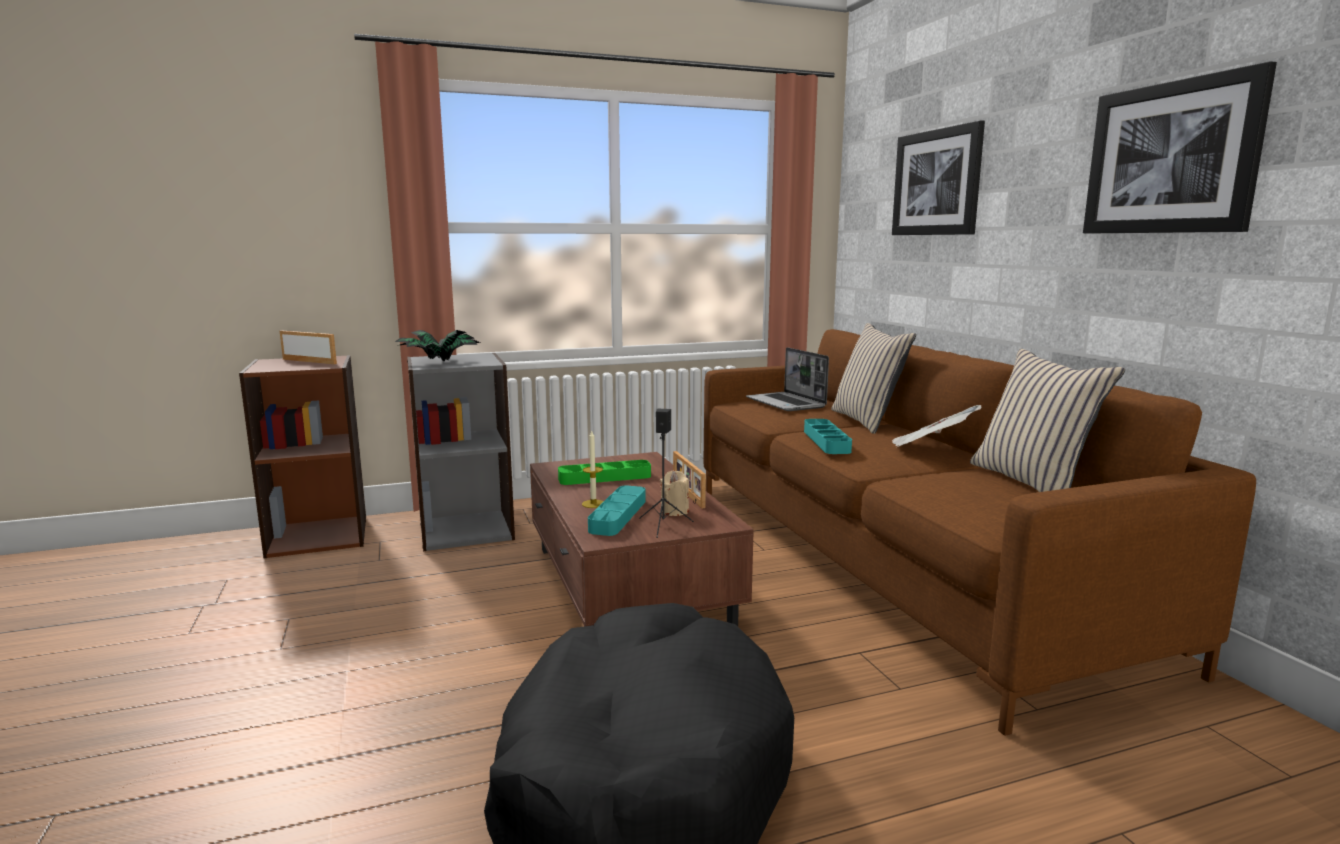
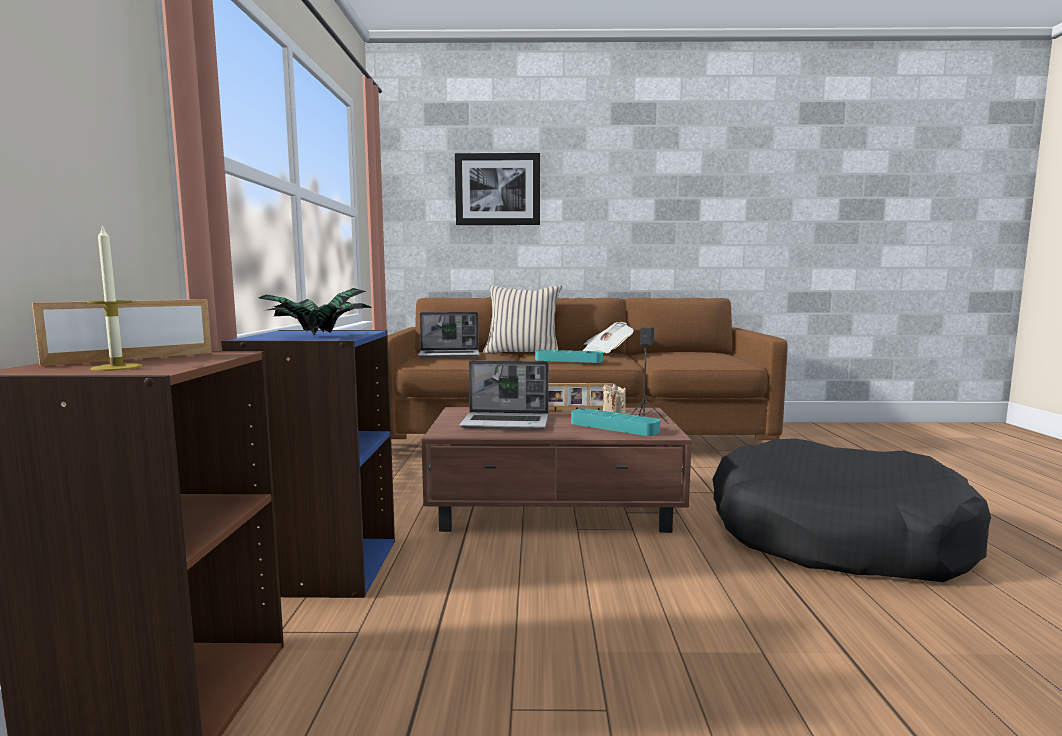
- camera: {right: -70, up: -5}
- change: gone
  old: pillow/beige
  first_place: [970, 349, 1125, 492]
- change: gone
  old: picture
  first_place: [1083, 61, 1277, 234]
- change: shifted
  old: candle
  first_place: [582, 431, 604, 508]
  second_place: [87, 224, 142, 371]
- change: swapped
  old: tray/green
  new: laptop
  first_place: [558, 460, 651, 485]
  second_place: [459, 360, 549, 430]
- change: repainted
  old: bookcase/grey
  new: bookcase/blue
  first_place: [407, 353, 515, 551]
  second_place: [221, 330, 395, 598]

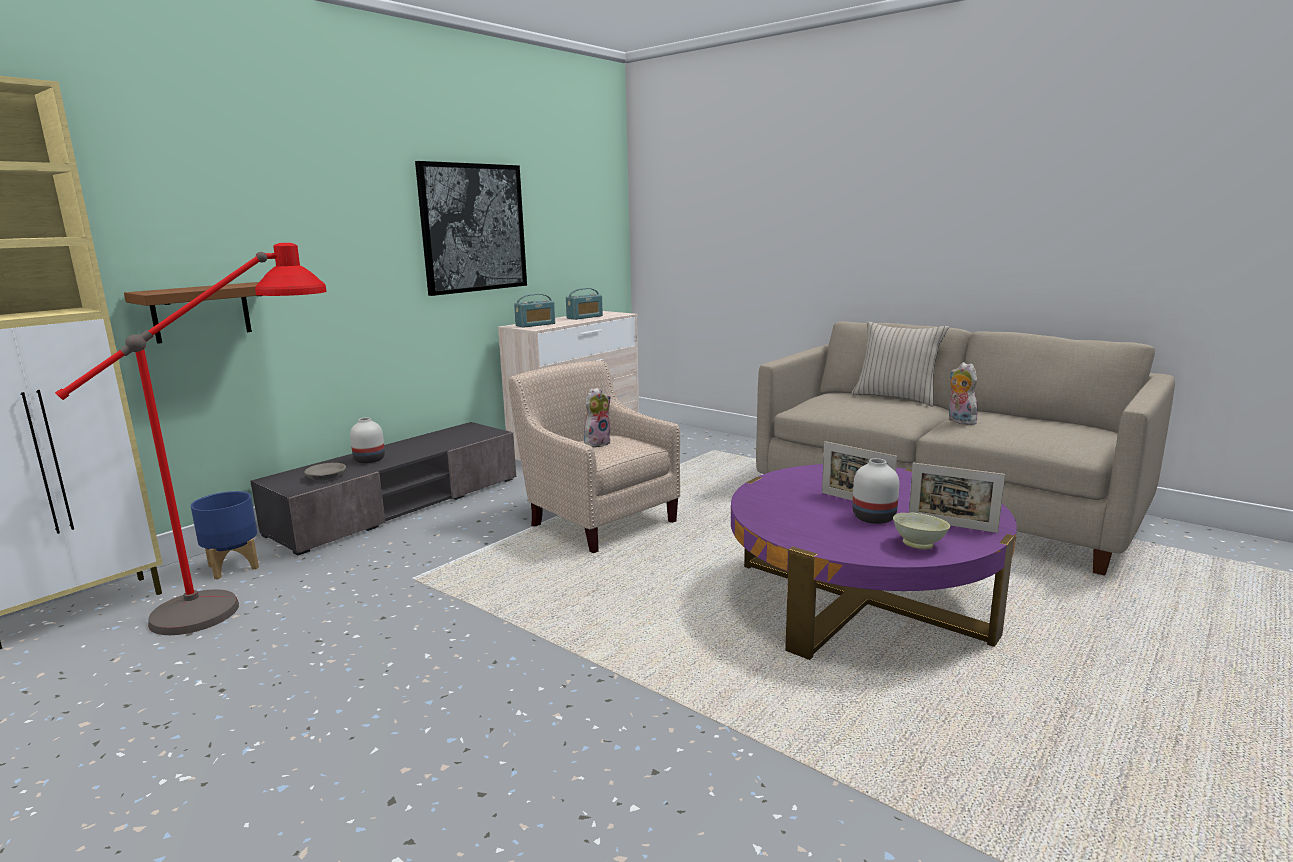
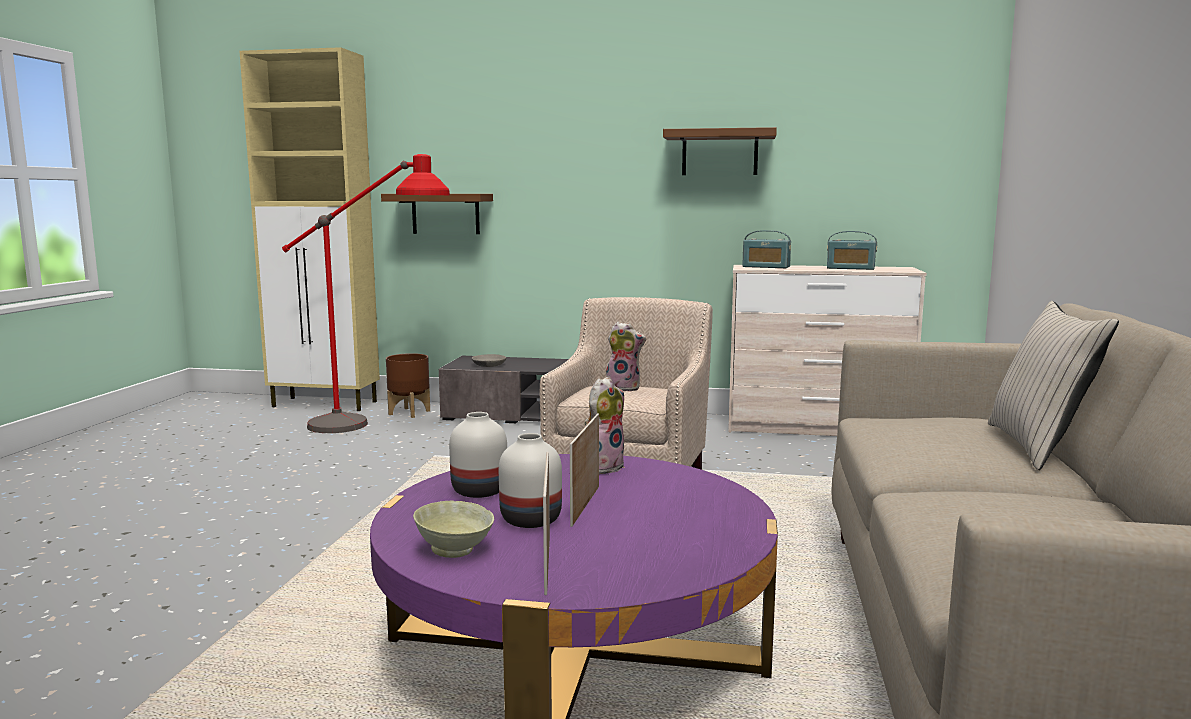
- camera: {right: 60, up: -5}
- change: shifted
  old: vase/white
  first_place: [350, 417, 385, 464]
  second_place: [449, 412, 507, 498]
- change: shifted
  old: plush toy
  first_place: [949, 362, 978, 425]
  second_place: [585, 377, 624, 474]
- change: swapped
  old: picture
  new: shelf/brown
  first_place: [415, 161, 527, 296]
  second_place: [663, 127, 777, 175]
- change: repainted
  old: planter/blue
  new: planter/brown
  first_place: [191, 491, 259, 579]
  second_place: [386, 353, 430, 418]

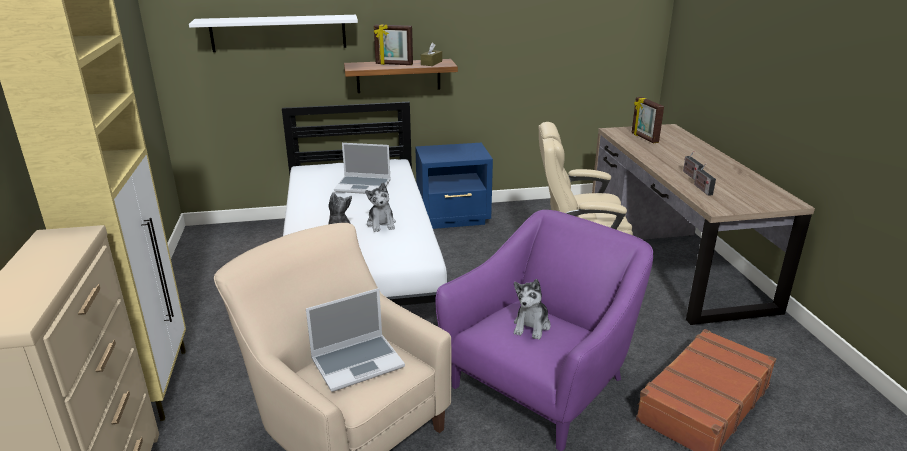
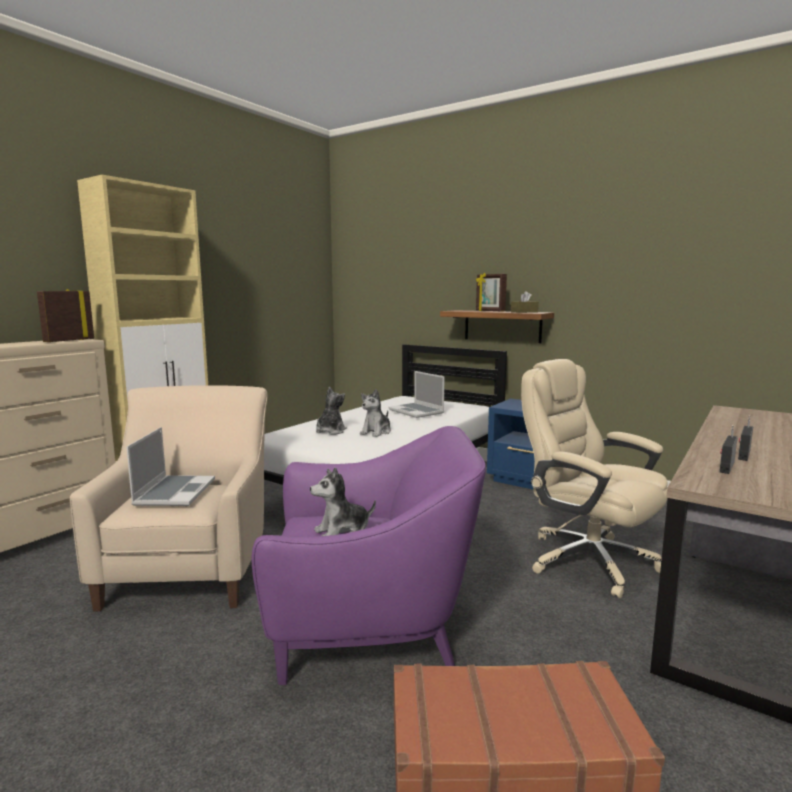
- camera: {right: 45, up: -15}
- change: gone
  old: shelf/white
  first_place: [189, 15, 358, 52]
- change: shifted
  old: picture frame
  first_place: [632, 97, 664, 144]
  second_place: [37, 289, 94, 342]
- change: rotated
  old: laptop
  first_place: [306, 288, 405, 392]
  second_place: [126, 427, 215, 506]
  degrees: -105

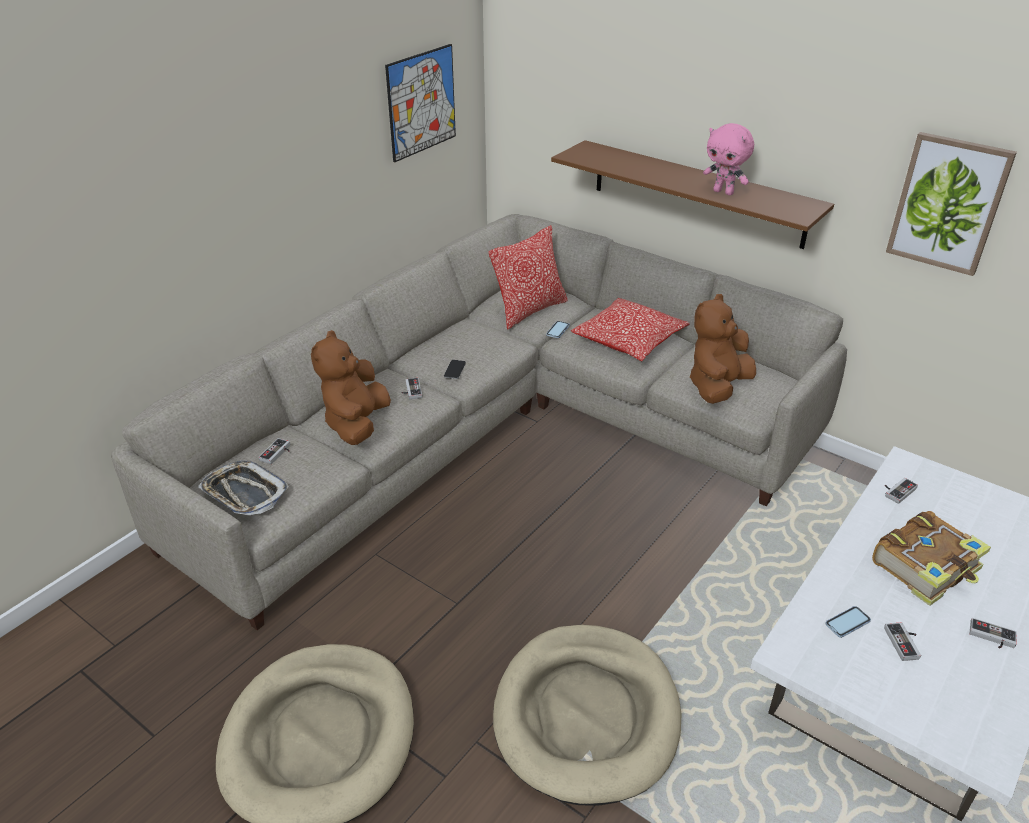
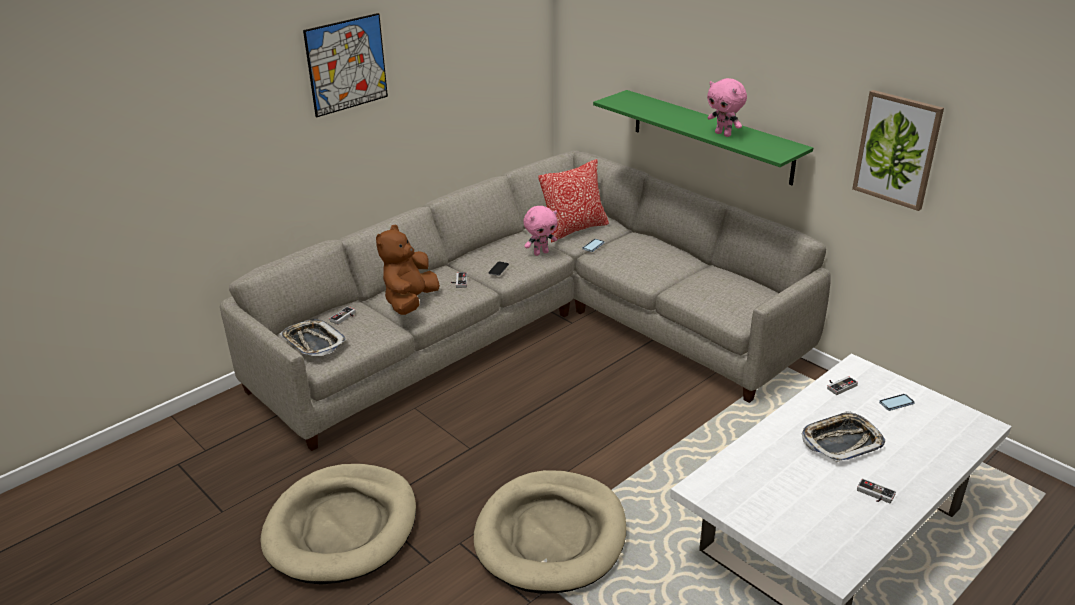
- camera: {right: 10, up: -5}
- change: gone
  old: pillow
  first_place: [571, 298, 689, 361]
- change: gone
  old: plush toy/brown
  first_place: [690, 294, 756, 404]
- change: gone
  old: game controller
  first_place: [884, 622, 921, 661]
- change: new
  new: plush toy/pink
  second_place: [523, 206, 558, 256]
- change: shifted
  old: picture
  first_place: [385, 44, 456, 162]
  second_place: [303, 13, 388, 117]
- change: shifted
  old: phone
  first_place: [825, 606, 871, 638]
  second_place: [879, 394, 915, 411]
- change: swapped
  old: book
  new: tray
  first_place: [872, 511, 991, 606]
  second_place: [802, 411, 885, 462]
- change: repainted
  old: shelf/brown
  new: shelf/green
  first_place: [551, 140, 834, 249]
  second_place: [593, 90, 813, 185]

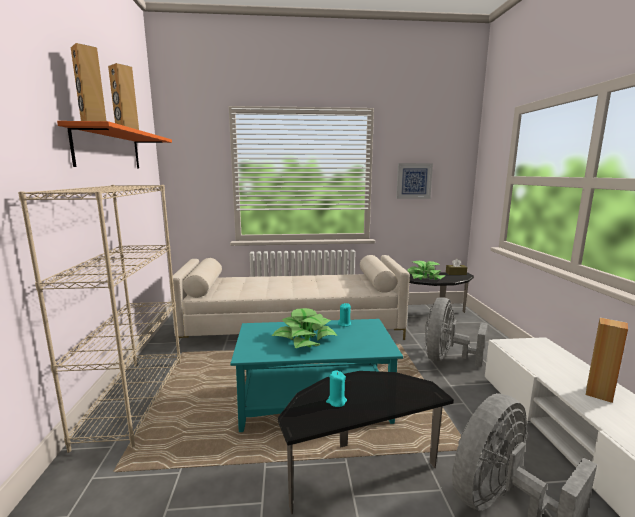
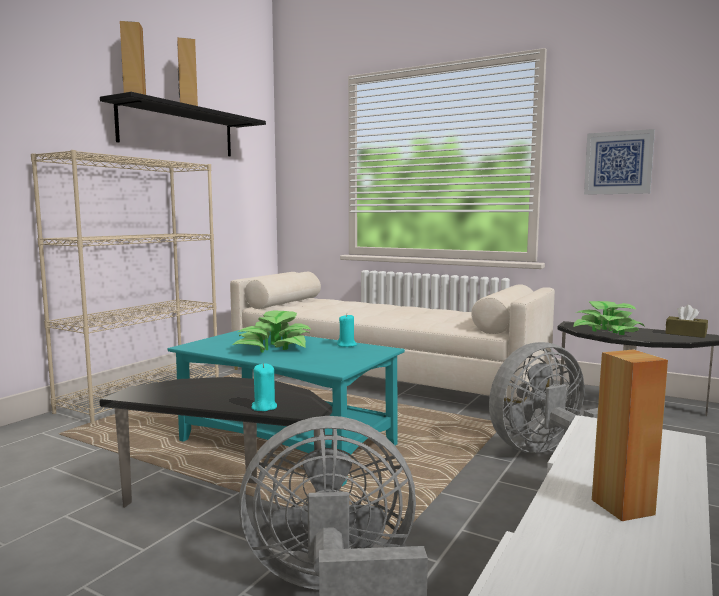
- camera: {right: 35, up: -5}
- change: shifted
  old: candle/turquoise
  first_place: [326, 370, 347, 407]
  second_place: [252, 363, 277, 411]
- change: repainted
  old: shelf/orange
  new: shelf/black
  first_place: [57, 121, 172, 169]
  second_place: [100, 92, 266, 156]

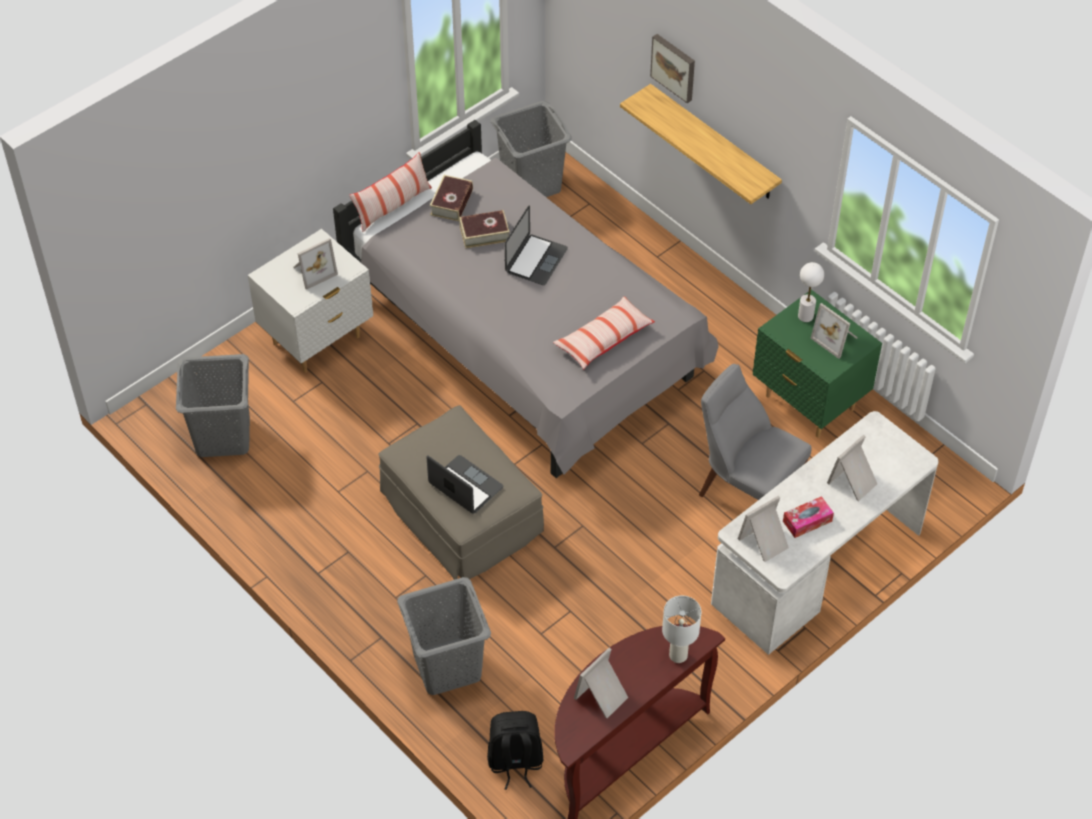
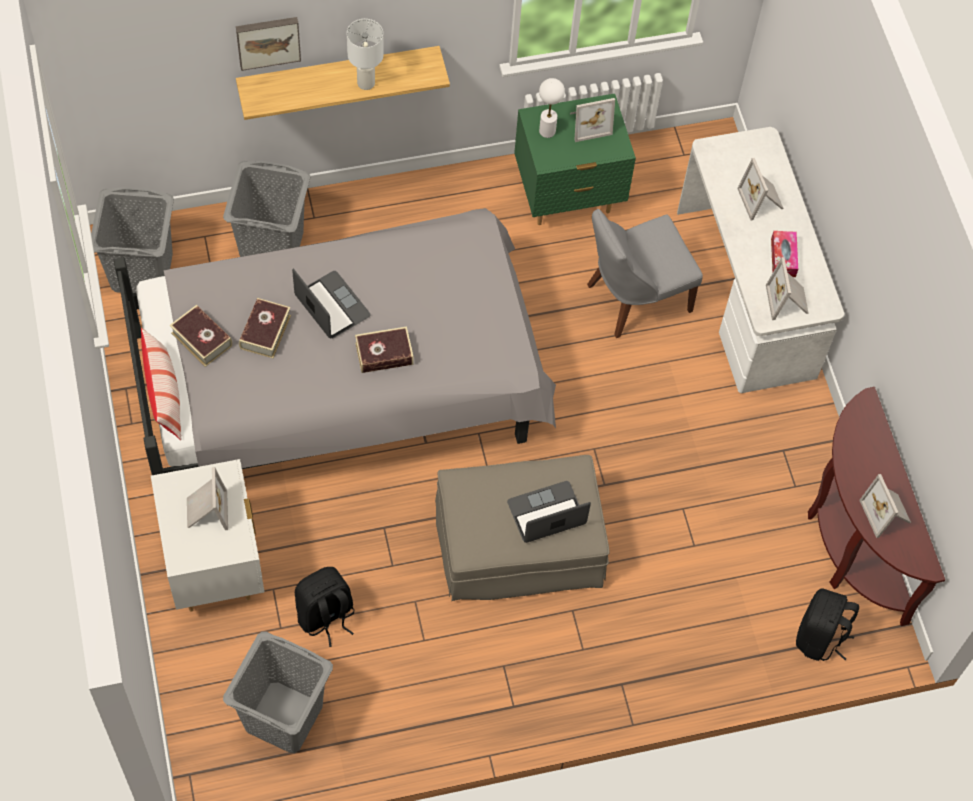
- camera: {right: -65, up: 10}
- change: gone
  old: pillow
  first_place: [553, 296, 655, 369]
- change: new
  new: backpack/black
  second_place: [295, 567, 354, 647]
- change: new
  new: book
  second_place: [355, 326, 414, 373]
- change: shifted
  old: laundry basket/grey
  first_place: [397, 577, 491, 695]
  second_place: [223, 161, 310, 257]
- change: shifted
  old: table lamp/white
  first_place: [662, 596, 701, 663]
  second_place: [347, 19, 384, 90]

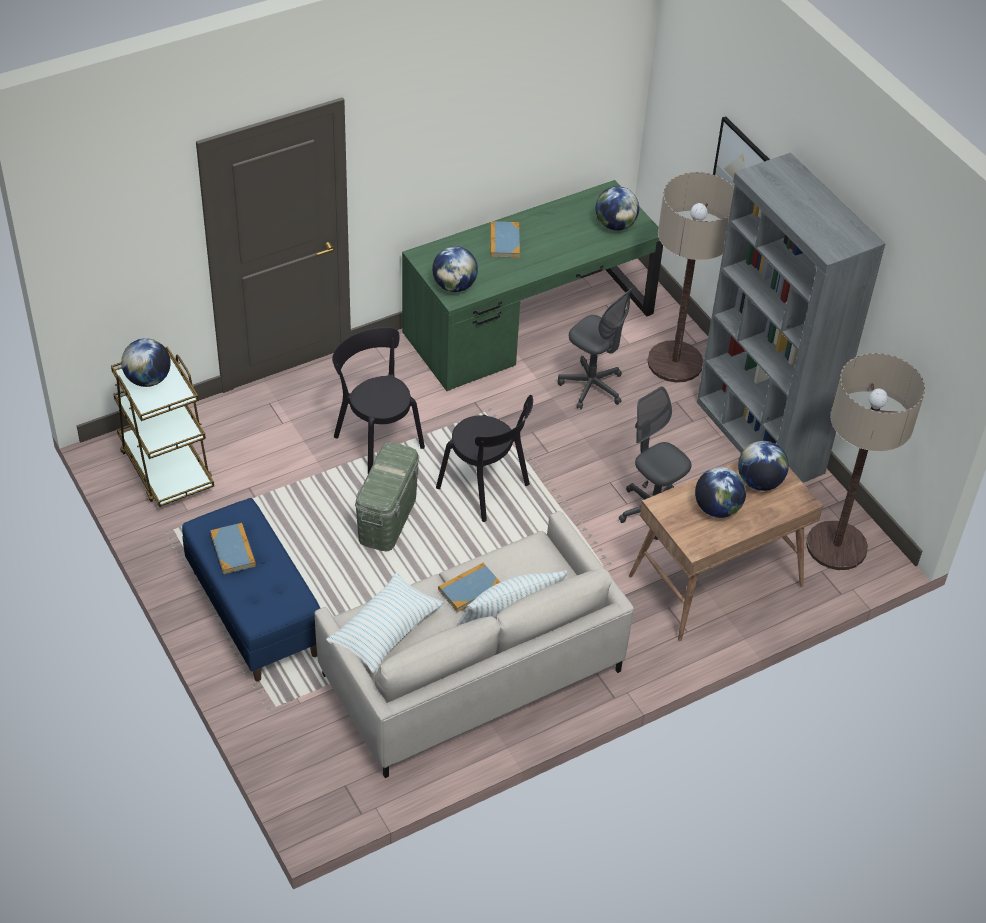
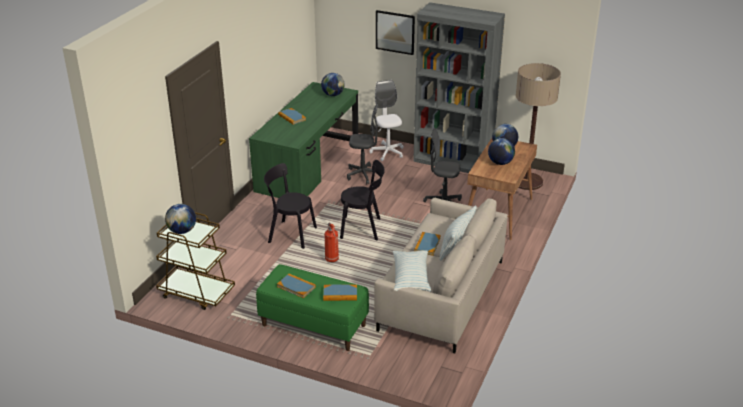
- camera: {right: -35, up: -15}
- change: gone
  old: globe
  first_place: [432, 246, 478, 292]
- change: new
  new: book
  second_place: [323, 284, 357, 301]
- change: swapped
  old: storage box/green
  new: fire extinguisher
  first_place: [355, 442, 419, 551]
  second_place: [325, 223, 339, 262]
- change: swapped
  old: floor lamp
  new: office chair/white
  first_place: [647, 172, 734, 383]
  second_place: [370, 80, 404, 161]
- change: repainted
  old: bench/blue
  new: bench/green
  first_place: [182, 498, 320, 682]
  second_place: [256, 264, 369, 351]

